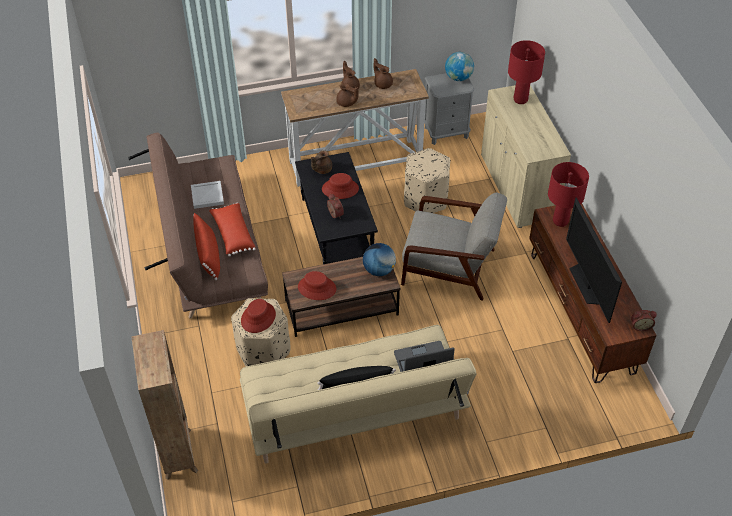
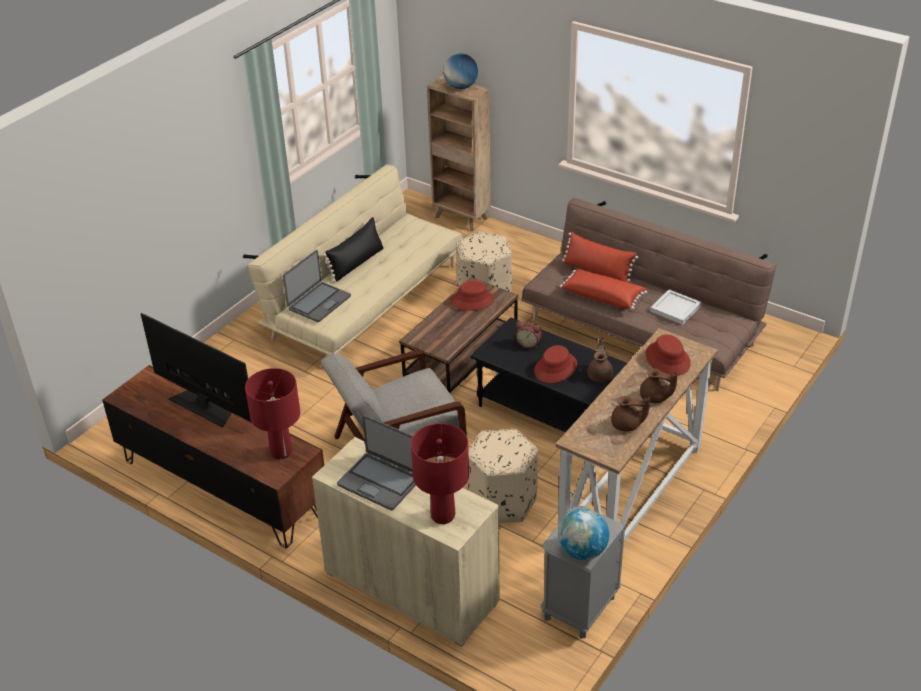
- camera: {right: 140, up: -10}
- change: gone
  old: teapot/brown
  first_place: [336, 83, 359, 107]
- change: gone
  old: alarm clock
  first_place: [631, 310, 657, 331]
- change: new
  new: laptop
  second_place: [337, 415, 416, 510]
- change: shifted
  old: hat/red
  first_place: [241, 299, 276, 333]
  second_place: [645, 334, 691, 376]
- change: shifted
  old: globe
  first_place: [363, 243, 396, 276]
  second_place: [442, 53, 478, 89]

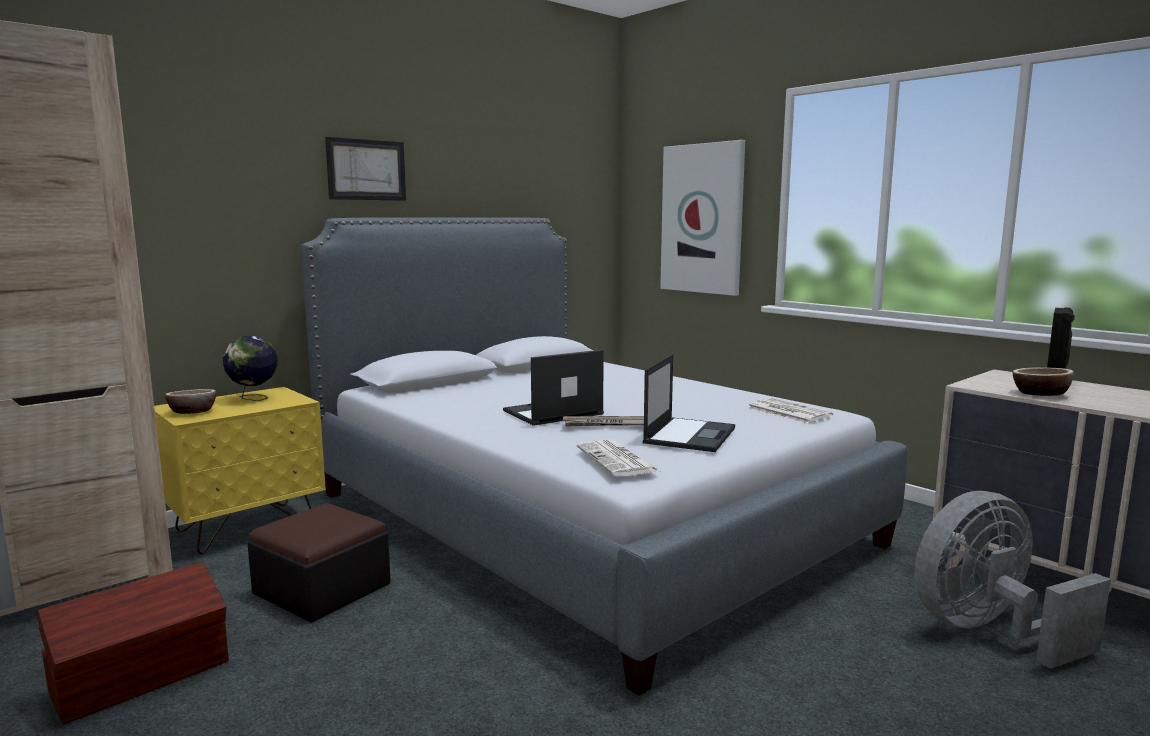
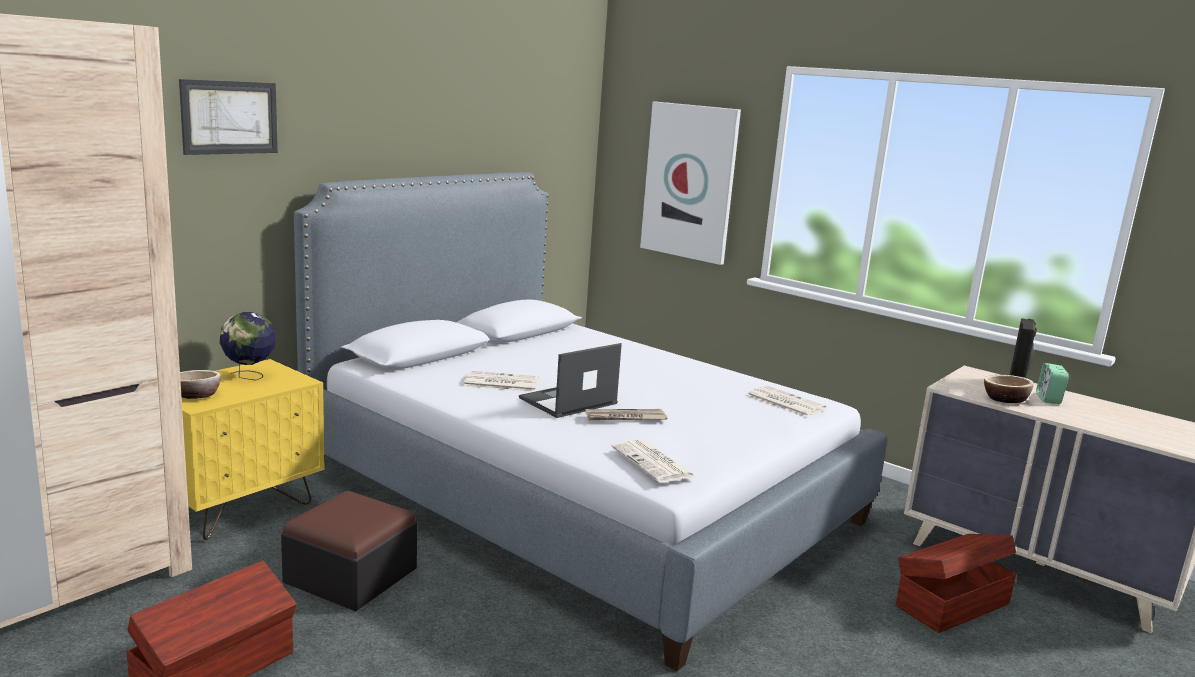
- camera: {right: -10, up: 5}
- change: gone
  old: laptop
  first_place: [643, 354, 735, 452]
- change: new
  new: newspaper
  second_place: [463, 371, 539, 392]
- change: new
  new: alarm clock
  second_place: [1036, 363, 1069, 404]
- change: shifted
  old: picture
  first_place: [325, 137, 406, 201]
  second_place: [179, 79, 278, 155]
- change: swapped
  old: fan/grey
  new: storage box/brown
  first_place: [915, 491, 1111, 669]
  second_place: [896, 534, 1016, 633]

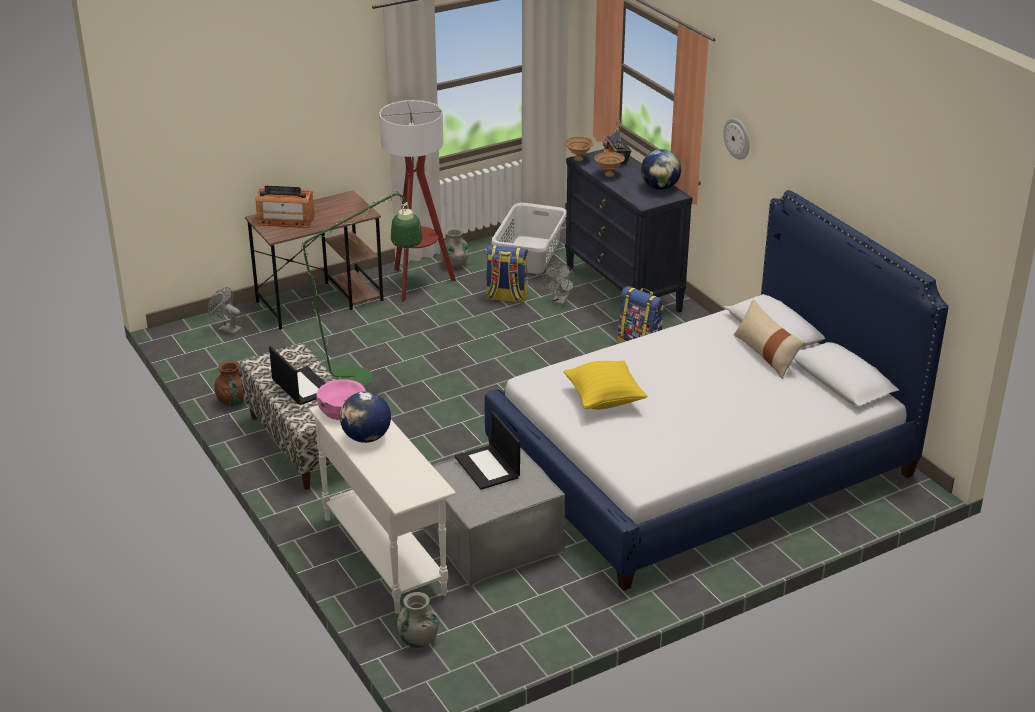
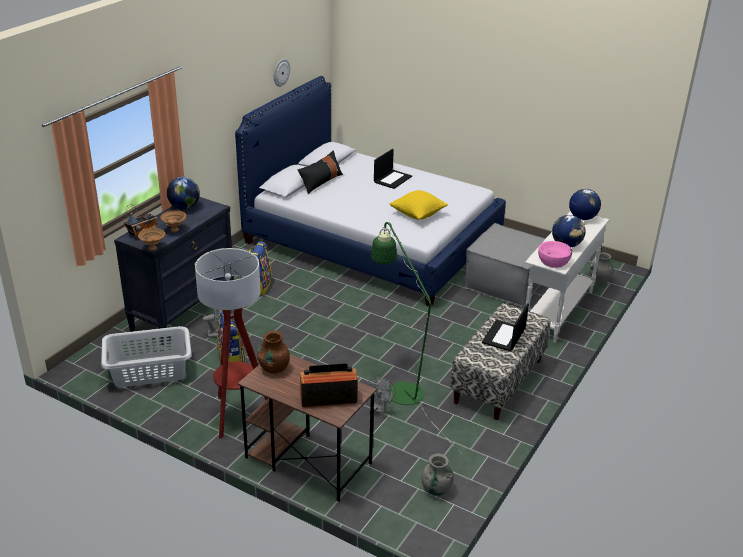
- camera: {right: -120, up: 0}
- change: new
  new: globe
  second_place: [569, 189, 601, 220]
- change: shifted
  old: fan/grey
  first_place: [208, 287, 242, 335]
  second_place: [366, 377, 396, 413]
- change: shifted
  old: vase/brown
  first_place: [214, 361, 244, 406]
  second_place: [257, 331, 290, 373]
- change: shifted
  old: vase/grey
  first_place: [440, 227, 469, 267]
  second_place: [422, 454, 454, 496]
- change: shifted
  old: laptop
  first_place: [455, 411, 520, 490]
  second_place: [374, 149, 412, 189]
- change: shifted
  old: wall clock
  first_place: [723, 118, 750, 160]
  second_place: [274, 58, 290, 87]
- change: repainted
  old: pillow/beige
  new: pillow/black
  first_place: [733, 299, 805, 379]
  second_place: [298, 151, 343, 194]
- change: rotated
  old: radio
  first_place: [255, 186, 315, 228]
  second_place: [300, 363, 358, 407]
  degrees: -75

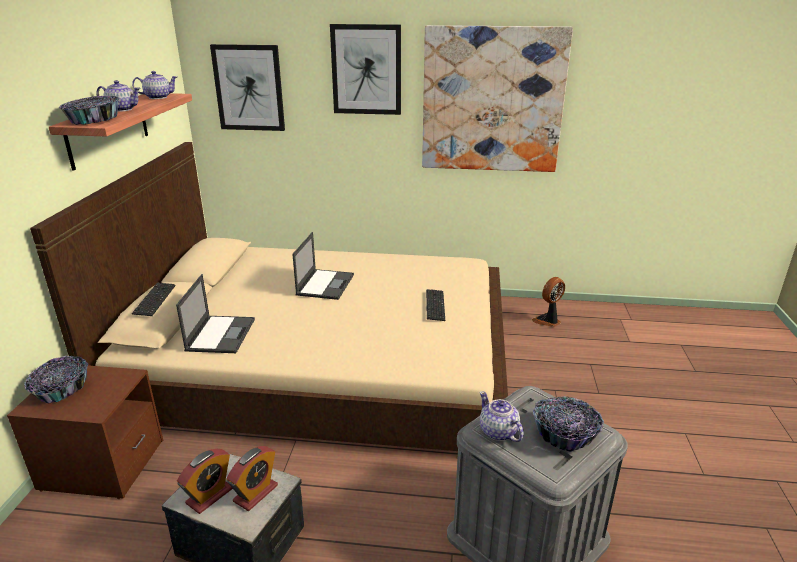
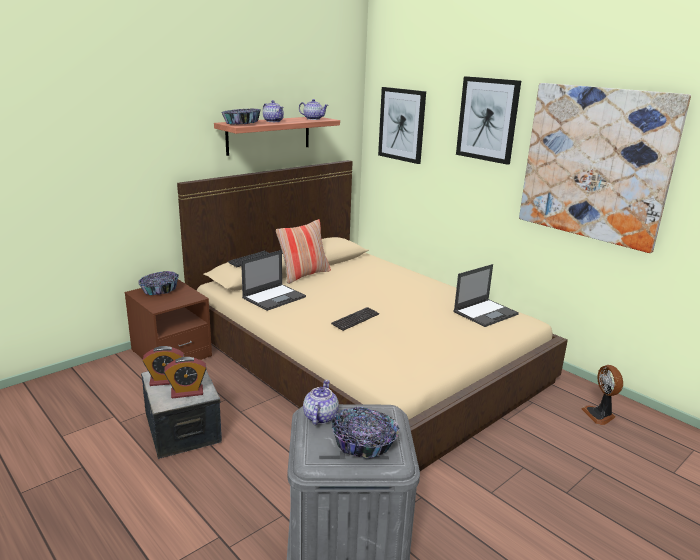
- camera: {right: 40, up: -5}
- change: new
  new: pillow
  second_place: [276, 219, 331, 284]
- change: shifted
  old: laptop
  first_place: [292, 232, 354, 300]
  second_place: [454, 264, 519, 327]
- change: shifted
  old: keyboard
  first_place: [426, 289, 445, 321]
  second_place: [331, 307, 379, 331]
- change: rotated
  old: fan
  first_place: [532, 277, 565, 327]
  second_place: [581, 365, 623, 425]
  degrees: -105

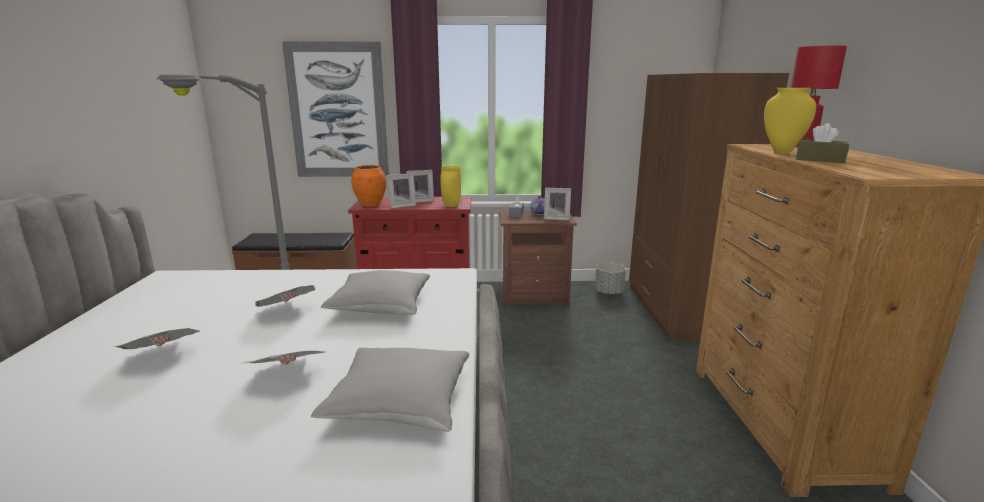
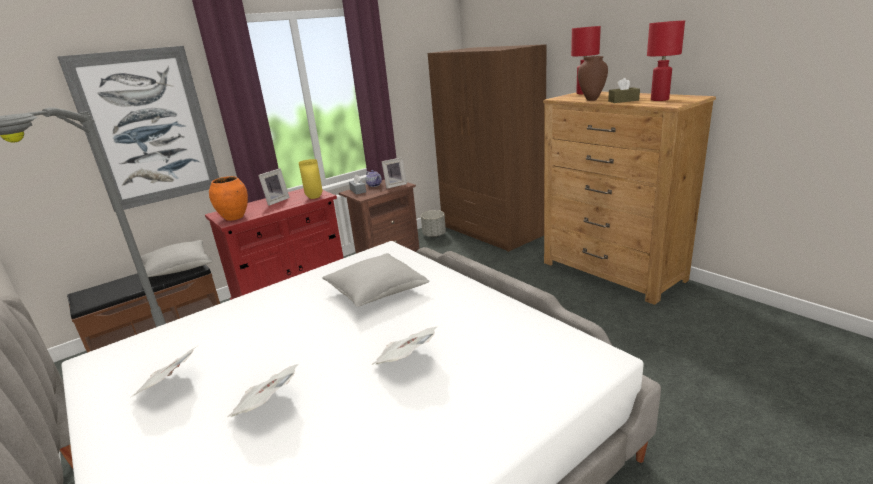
- camera: {right: -35, up: 5}
- change: gone
  old: picture frame
  first_place: [387, 173, 416, 208]
- change: new
  new: table lamp/red
  second_place: [647, 20, 685, 101]
- change: shifted
  old: newspaper
  first_place: [255, 285, 315, 307]
  second_place: [131, 346, 197, 397]
- change: shifted
  old: pillow/grey
  first_place: [311, 348, 469, 432]
  second_place: [141, 240, 212, 277]
- change: repainted
  old: vase/yellow
  new: vase/brown
  first_place: [764, 88, 816, 154]
  second_place: [578, 56, 608, 101]

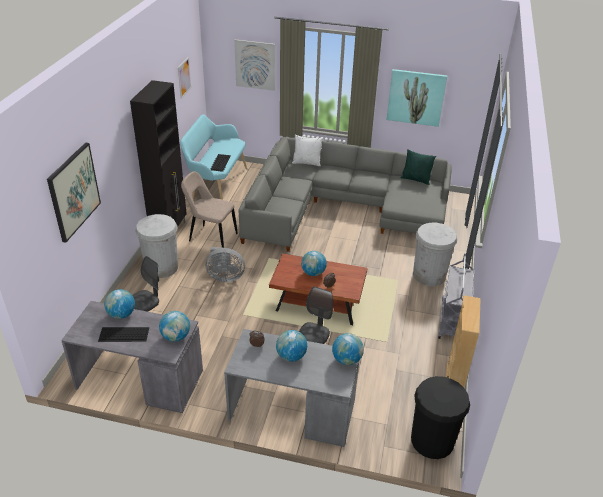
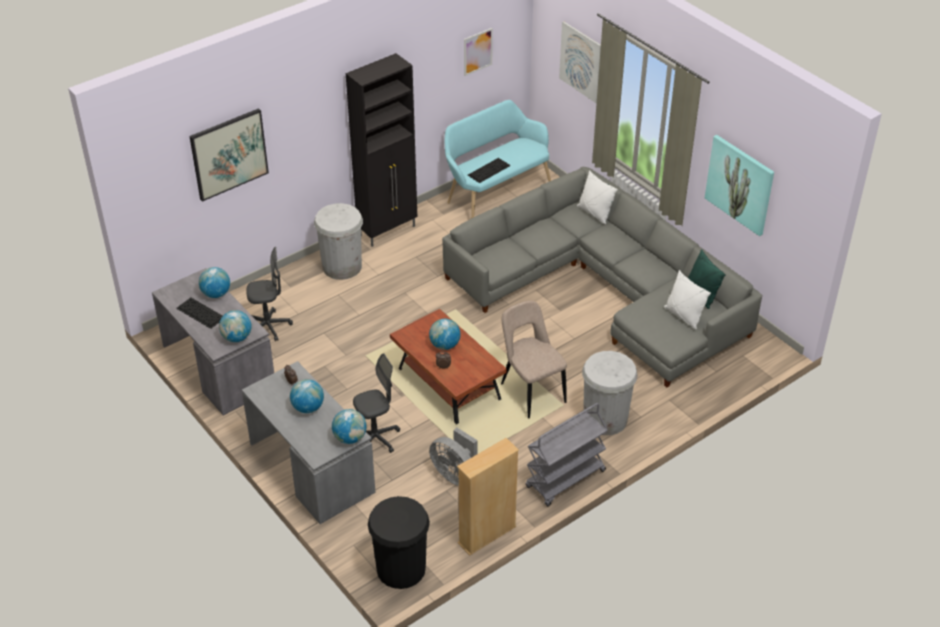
- camera: {right: 40, up: 5}
- change: new
  new: pillow/white
  second_place: [664, 270, 711, 329]
- change: shifted
  old: chair/beige
  first_place: [181, 171, 238, 248]
  second_place: [501, 300, 567, 418]
- change: shifted
  old: fan/grey
  first_place: [205, 247, 245, 282]
  second_place: [429, 428, 477, 486]

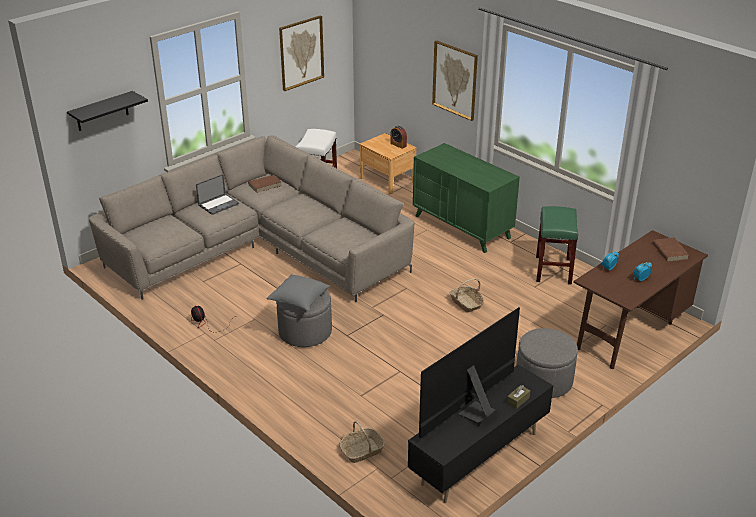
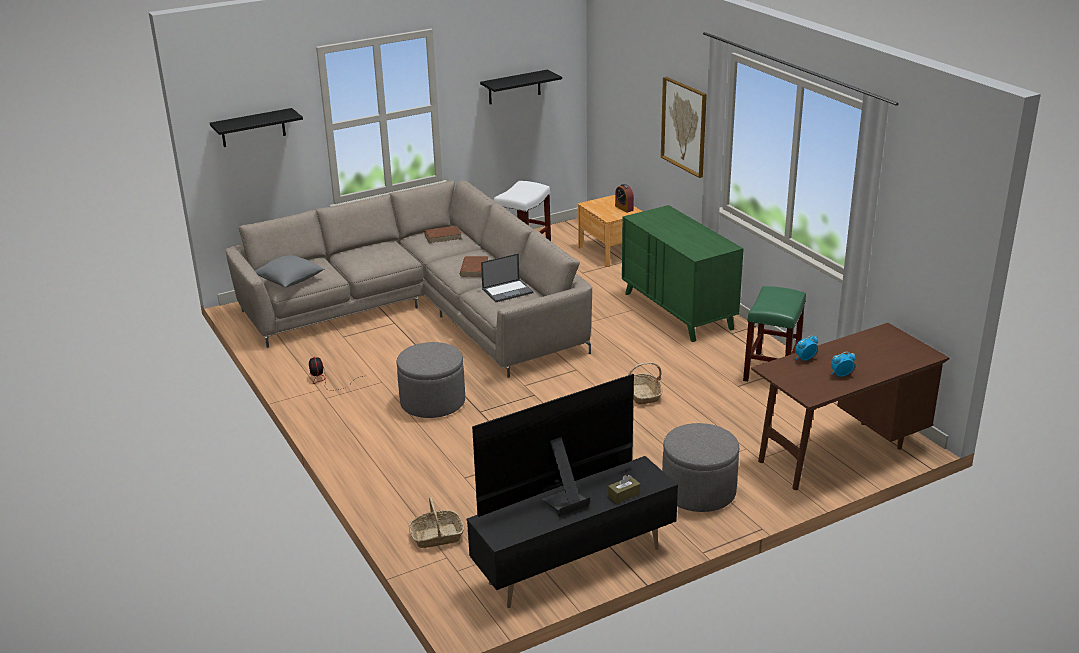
- camera: {right: 15, up: -5}
- change: shifted
  old: laptop
  first_place: [196, 174, 239, 215]
  second_place: [481, 253, 533, 302]
- change: shifted
  old: pillow/grey
  first_place: [266, 274, 330, 311]
  second_place: [255, 255, 324, 287]
- change: shifted
  old: book/brown
  first_place: [653, 238, 689, 262]
  second_place: [460, 256, 488, 277]
- change: swapped
  old: picture
  new: shelf/black
  first_place: [279, 16, 324, 91]
  second_place: [480, 70, 562, 104]

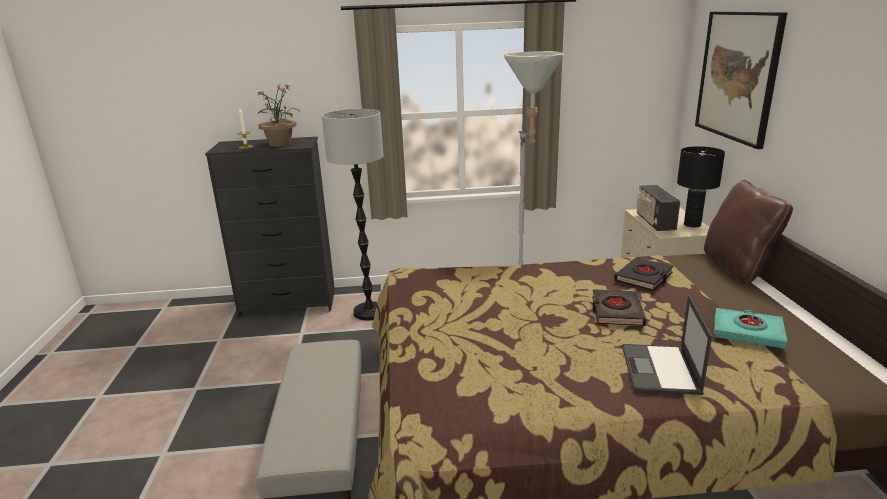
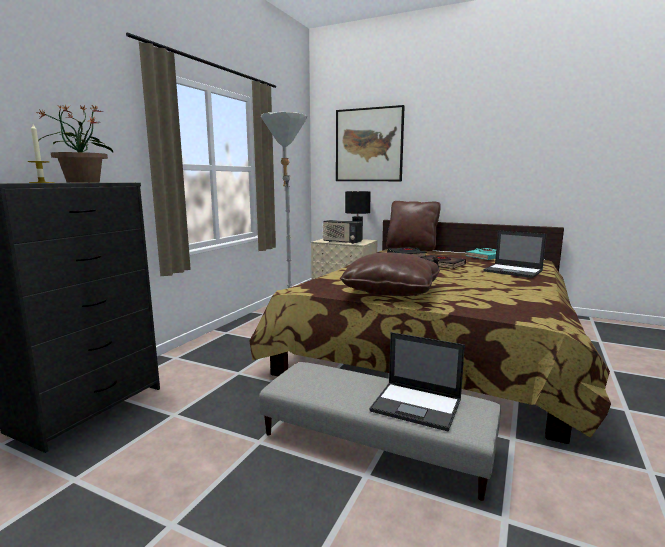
- camera: {right: -60, up: -10}
- change: gone
  old: floor lamp
  first_place: [322, 109, 383, 321]
- change: new
  new: pillow/brown
  second_place: [340, 252, 440, 296]
- change: new
  new: laptop
  second_place: [369, 332, 465, 431]

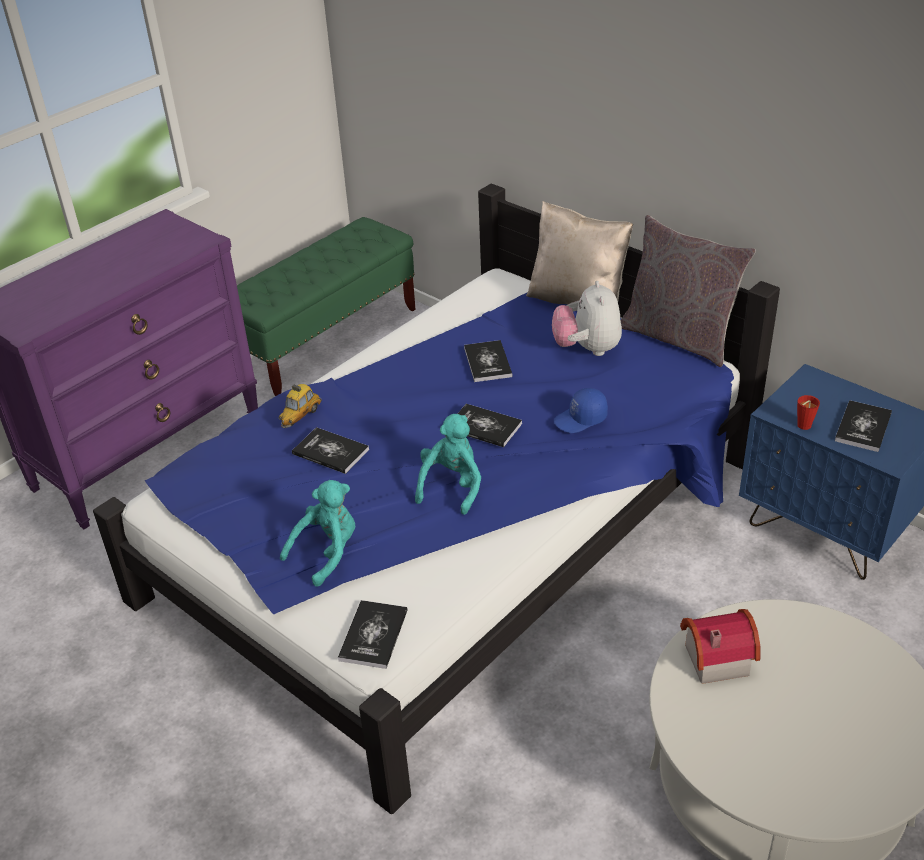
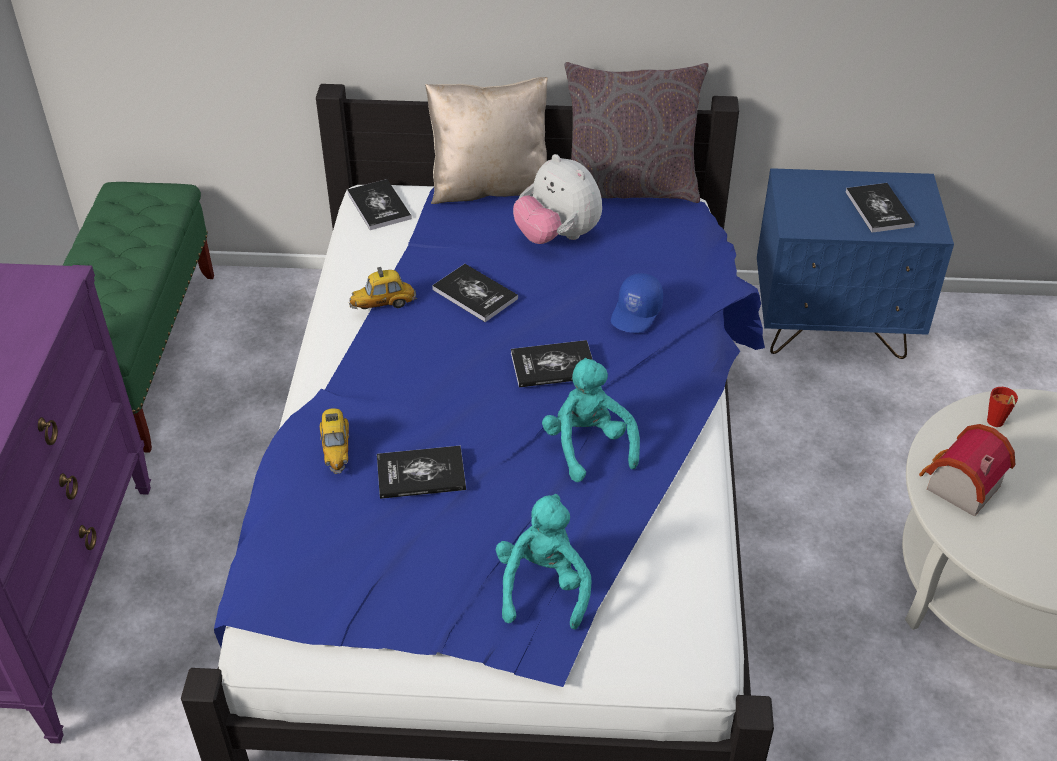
- camera: {right: -40, up: 5}
- change: new
  new: toy car
  second_place: [349, 267, 417, 309]
- change: shifted
  old: book
  first_place: [338, 600, 408, 669]
  second_place: [347, 179, 412, 230]
- change: shifted
  old: cup/red
  first_place: [797, 395, 820, 430]
  second_place: [987, 387, 1018, 427]

